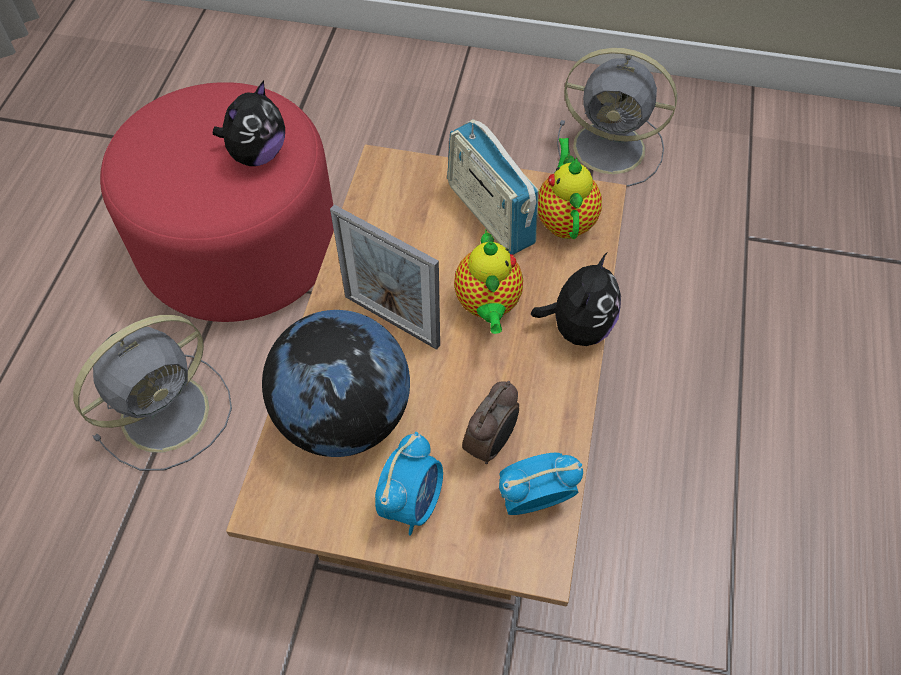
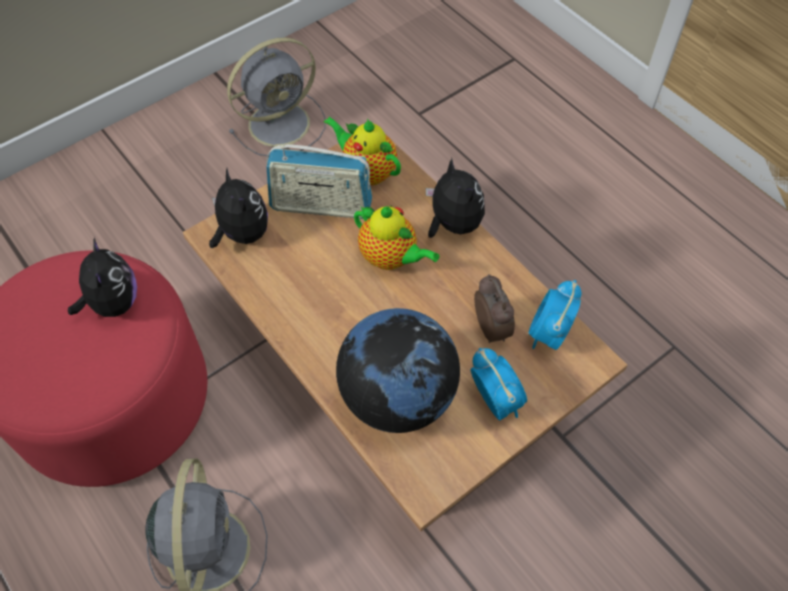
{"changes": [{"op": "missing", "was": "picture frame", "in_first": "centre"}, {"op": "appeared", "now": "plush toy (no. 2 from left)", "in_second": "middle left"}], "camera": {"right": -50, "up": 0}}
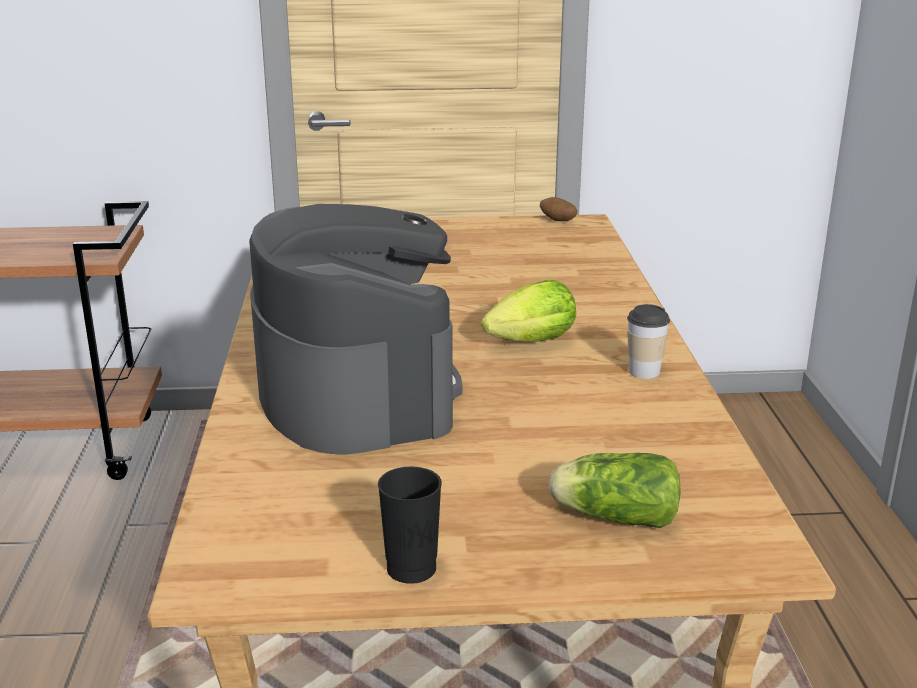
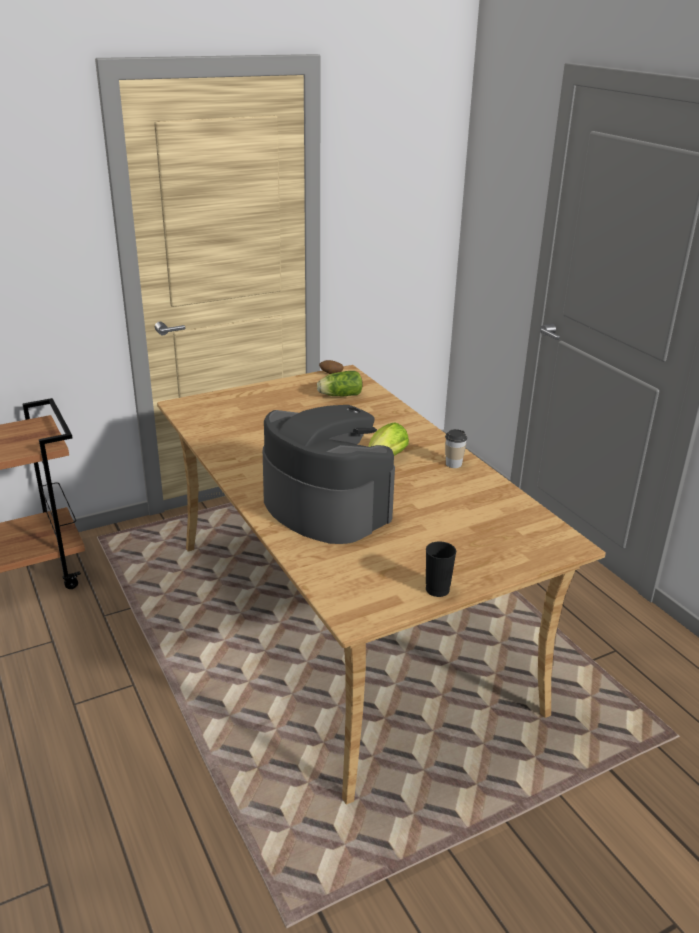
{"changes": [{"op": "relocated", "was": "lettuce (no. 2 from left in the first image)", "now": "lettuce (no. 1 from left)", "in_first": "bottom right", "in_second": "centre"}], "camera": {"right": -25, "up": 5}}
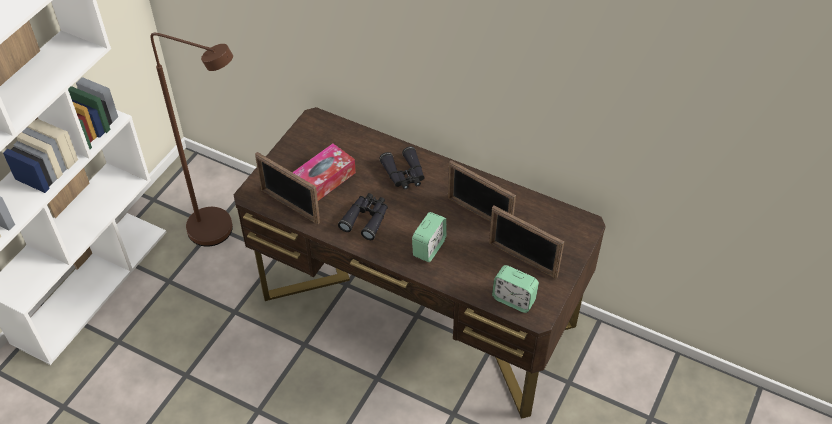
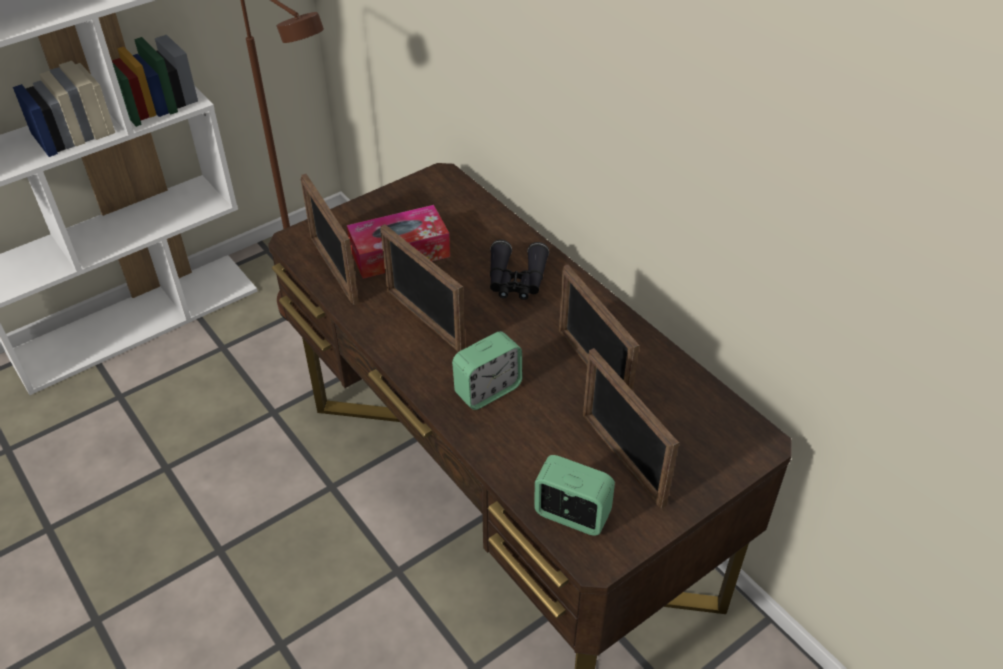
{"changes": [{"op": "exchanged", "was": "black binoculars (no. 1 from left)", "now": "picture frame (no. 2 from left)", "in_first": "centre", "in_second": "centre"}, {"op": "spun", "was": "alarm clock (no. 2 from left)", "in_first": "bottom centre", "in_second": "bottom centre", "clockwise": 150}], "camera": {"right": 25, "up": -5}}
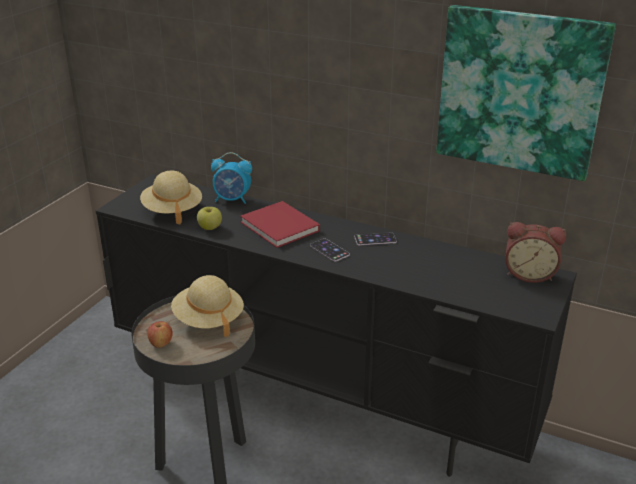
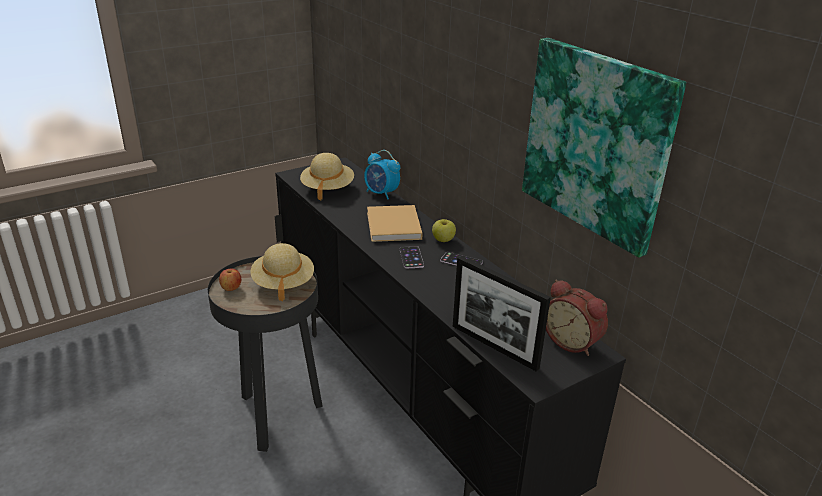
{"changes": [{"op": "colour", "was": "red book", "now": "beige book", "in_first": "centre", "in_second": "centre"}, {"op": "relocated", "was": "apple (no. 2 from left)", "in_first": "middle left", "in_second": "centre"}, {"op": "appeared", "now": "picture frame", "in_second": "centre"}], "camera": {"right": 30, "up": 0}}
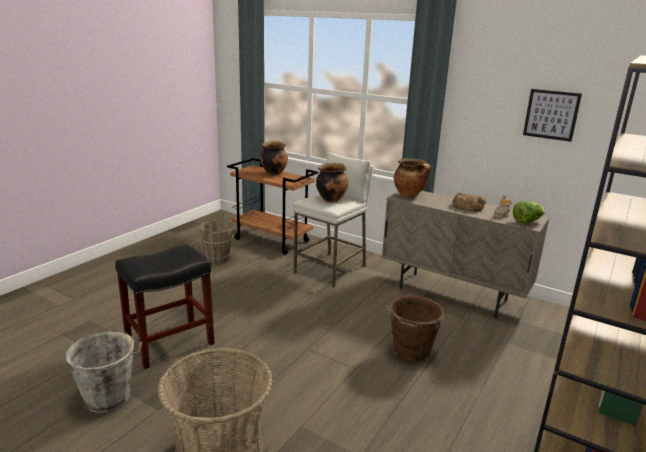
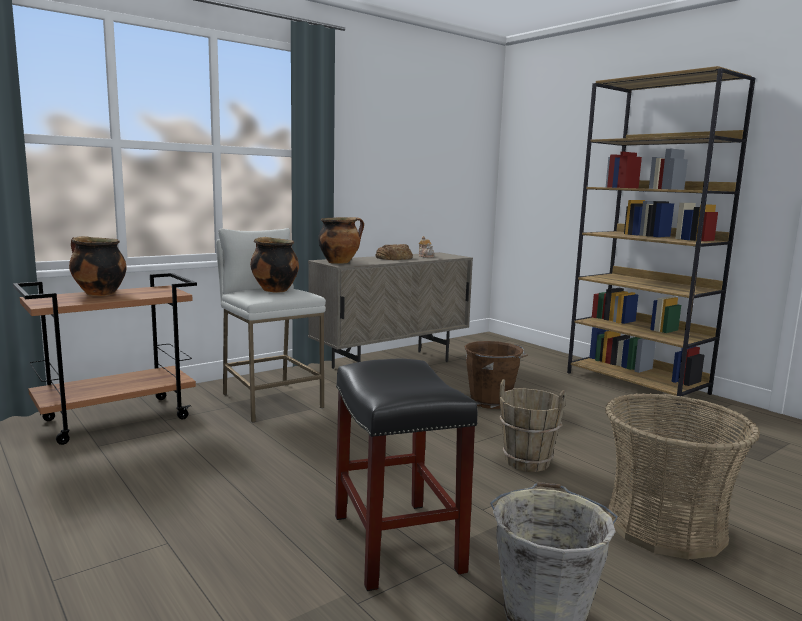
{"changes": [{"op": "missing", "was": "picture", "in_first": "top right"}, {"op": "missing", "was": "lettuce", "in_first": "middle right"}, {"op": "relocated", "was": "brown bucket (no. 1 from left in the first image)", "now": "brown bucket (no. 2 from left)", "in_first": "centre", "in_second": "bottom centre"}], "camera": {"right": -70, "up": -10}}
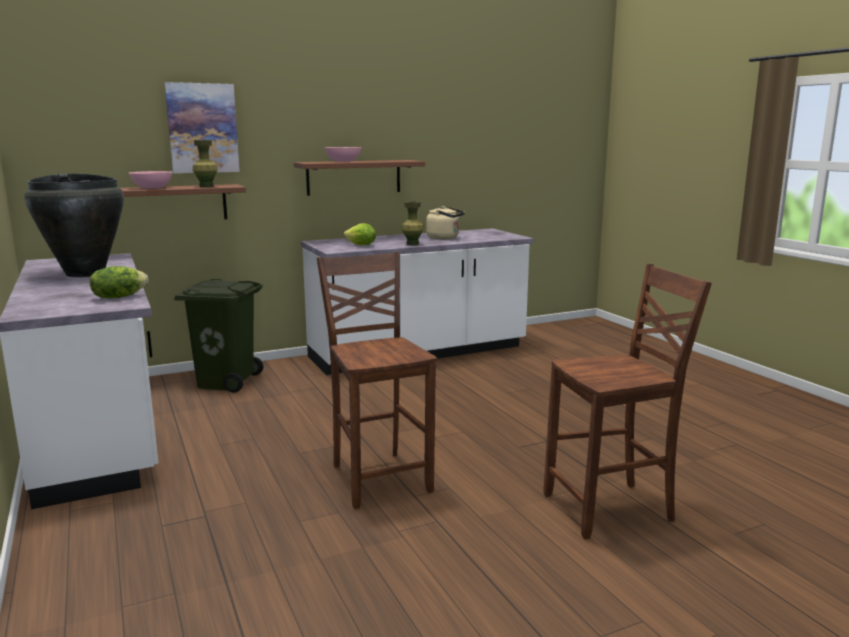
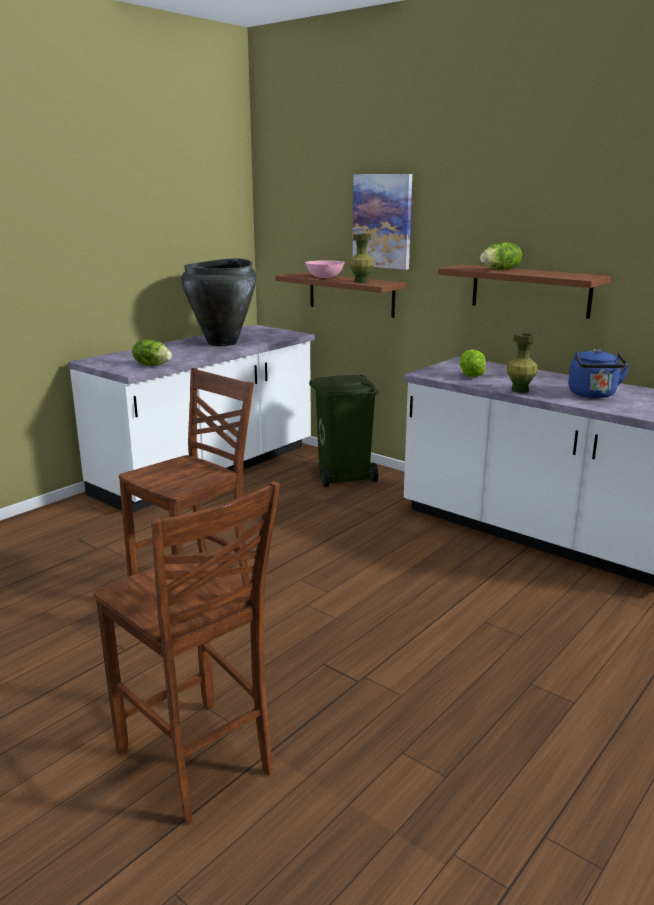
{"changes": [{"op": "exchanged", "was": "pink bowl (no. 2 from left)", "now": "lettuce (no. 3 from left)", "in_first": "top centre", "in_second": "top right"}, {"op": "colour", "was": "beige kettle", "now": "blue kettle", "in_first": "centre", "in_second": "middle right"}], "camera": {"right": 65, "up": 5}}
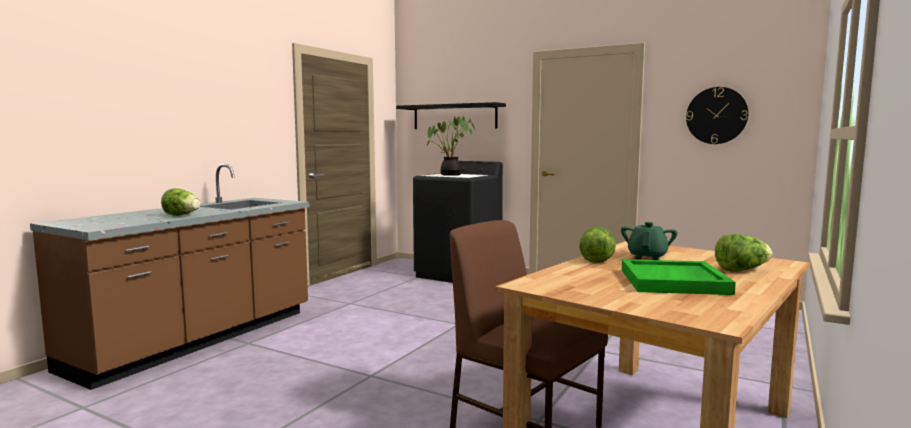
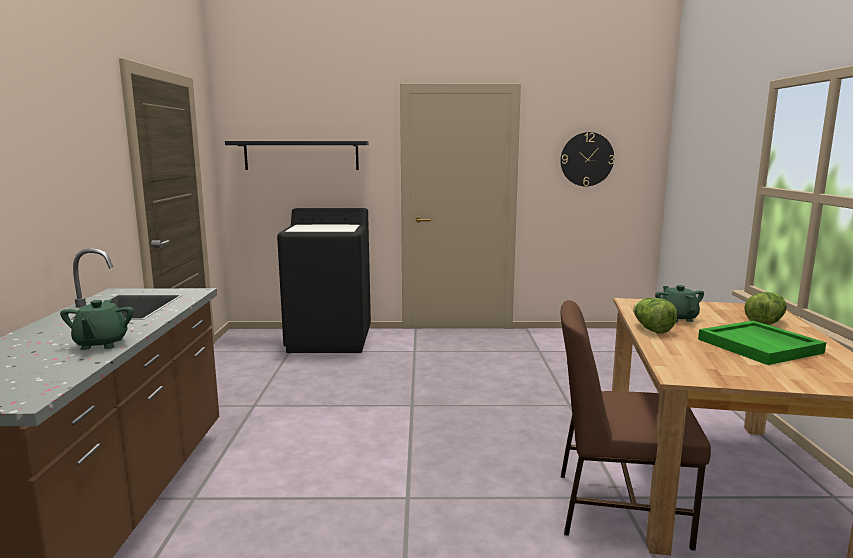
{"changes": [{"op": "missing", "was": "potted plant", "in_first": "centre"}, {"op": "exchanged", "was": "lettuce (no. 1 from left)", "now": "green teapot (no. 1 from left)", "in_first": "middle left", "in_second": "middle left"}], "camera": {"right": -30, "up": 5}}
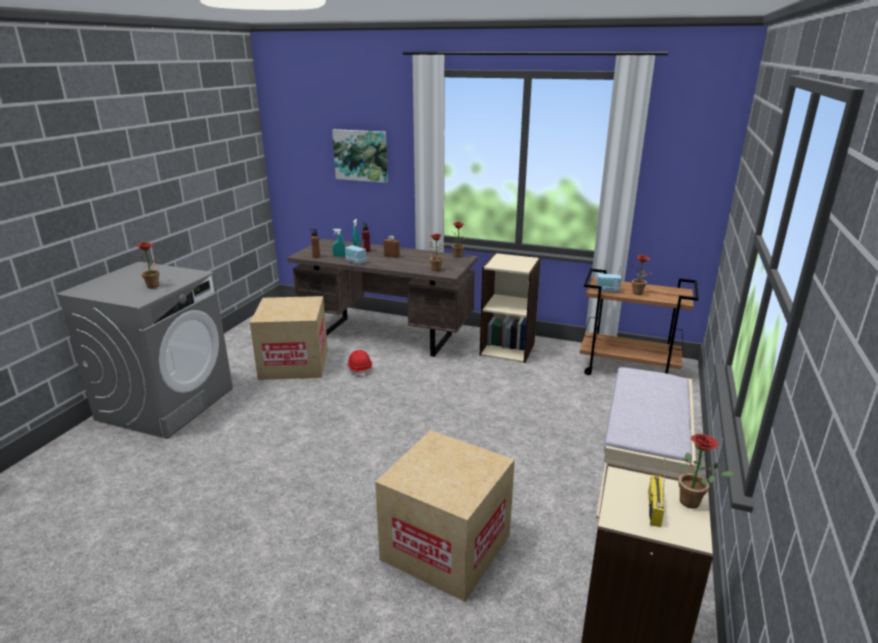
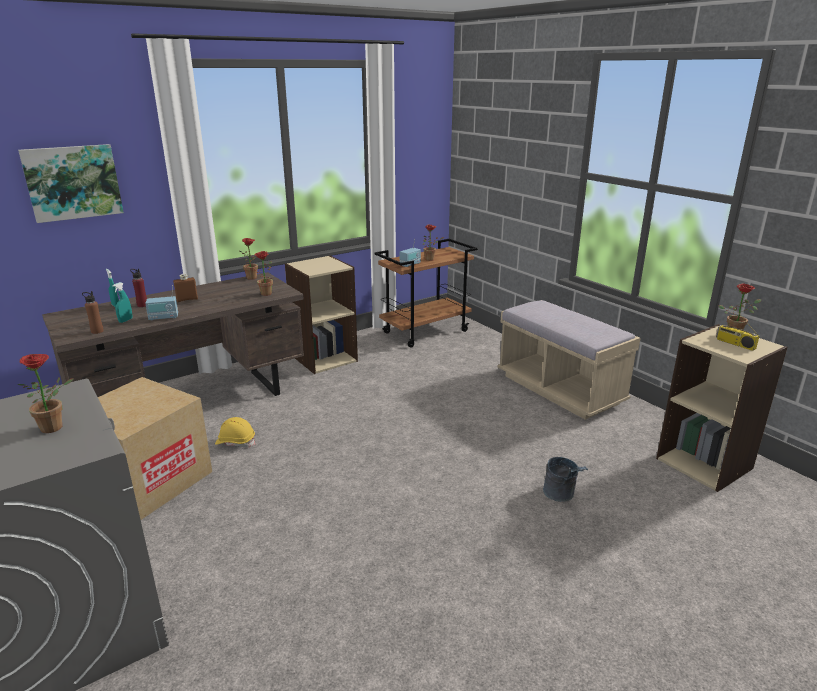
{"changes": [{"op": "colour", "was": "red hard hat", "now": "yellow hard hat", "in_first": "centre", "in_second": "middle left"}, {"op": "exchanged", "was": "cardboard box (no. 2 from left)", "now": "grey bucket", "in_first": "bottom centre", "in_second": "bottom right"}], "camera": {"right": -55, "up": 0}}
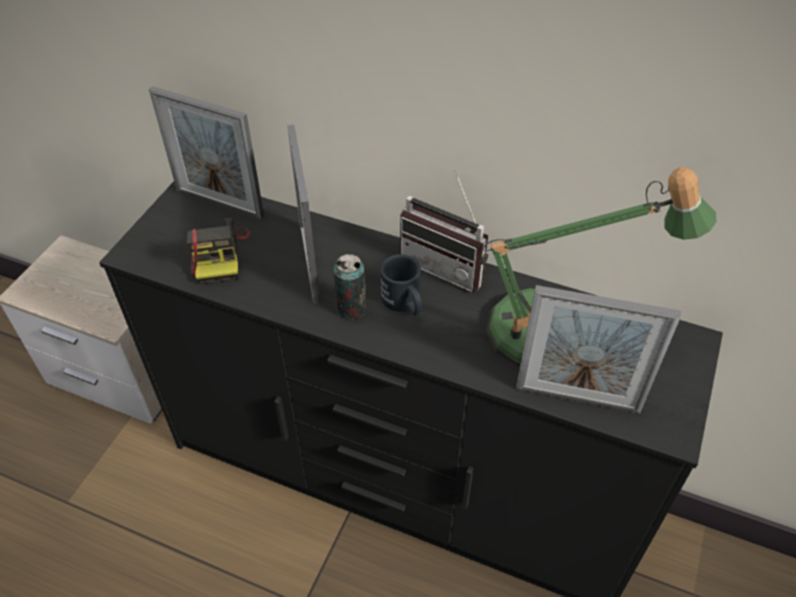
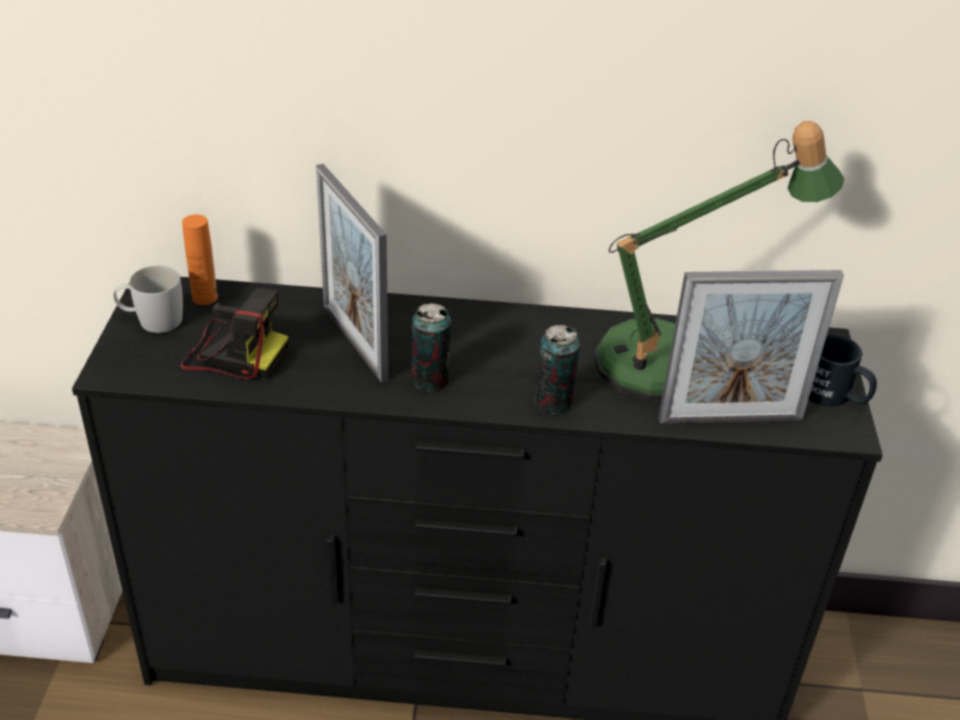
{"changes": [{"op": "exchanged", "was": "picture frame (no. 1 from left)", "now": "orange bottle", "in_first": "top left", "in_second": "middle left"}, {"op": "missing", "was": "radio", "in_first": "centre"}, {"op": "spun", "was": "photo camera", "in_first": "middle left", "in_second": "middle left", "clockwise": -45}, {"op": "relocated", "was": "black mug", "in_first": "centre", "in_second": "middle right"}, {"op": "appeared", "now": "white mug", "in_second": "middle left"}, {"op": "appeared", "now": "can (no. 2 from left)", "in_second": "centre"}], "camera": {"right": -20, "up": -10}}
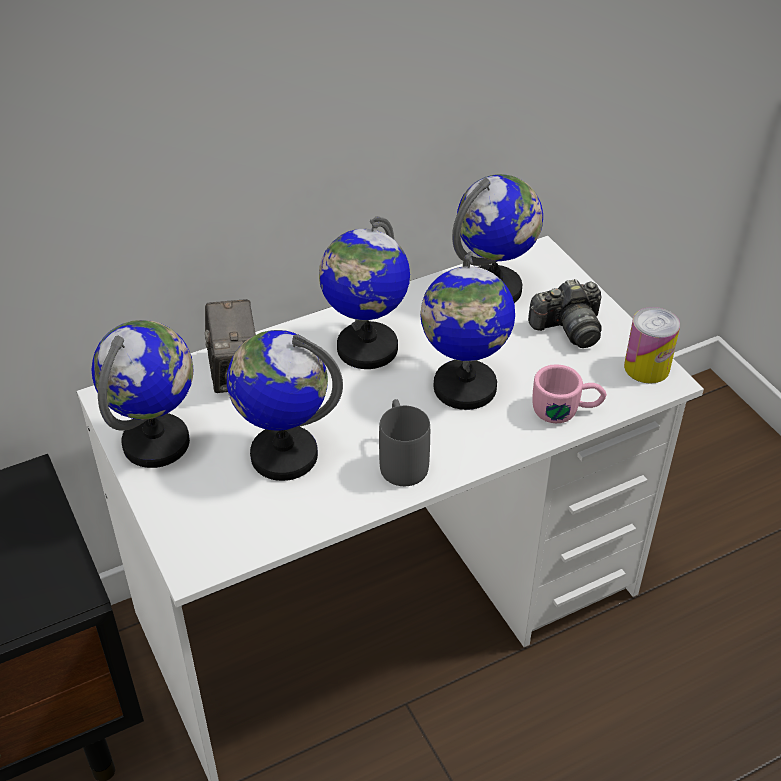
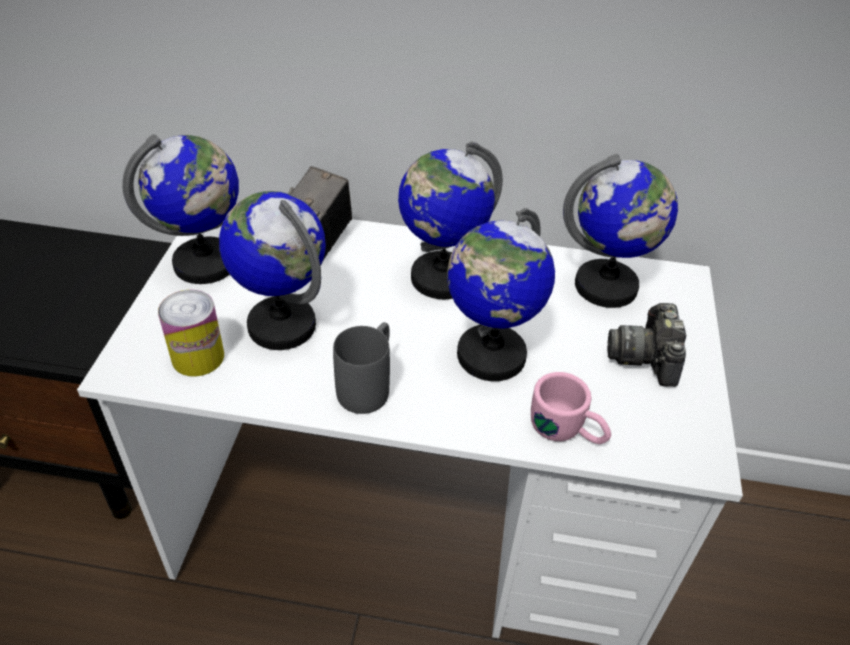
{"changes": [{"op": "spun", "was": "photo camera (no. 2 from left)", "in_first": "middle right", "in_second": "middle right", "clockwise": 75}, {"op": "relocated", "was": "can", "in_first": "middle right", "in_second": "middle left"}], "camera": {"right": 35, "up": 0}}
